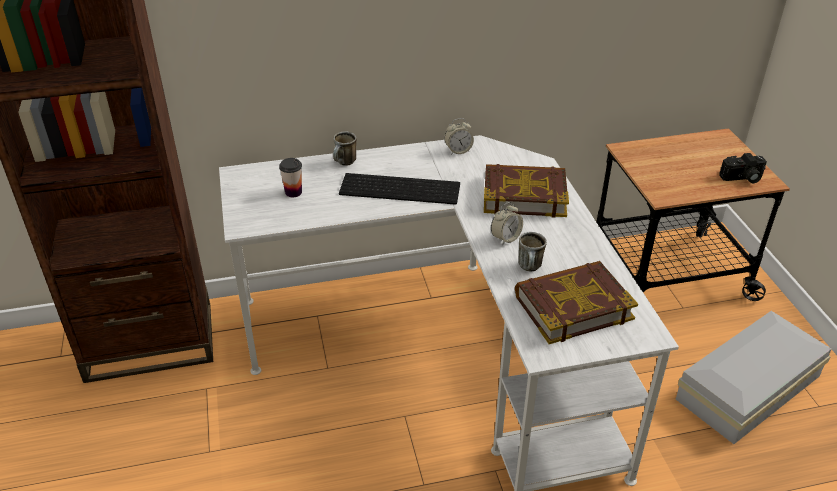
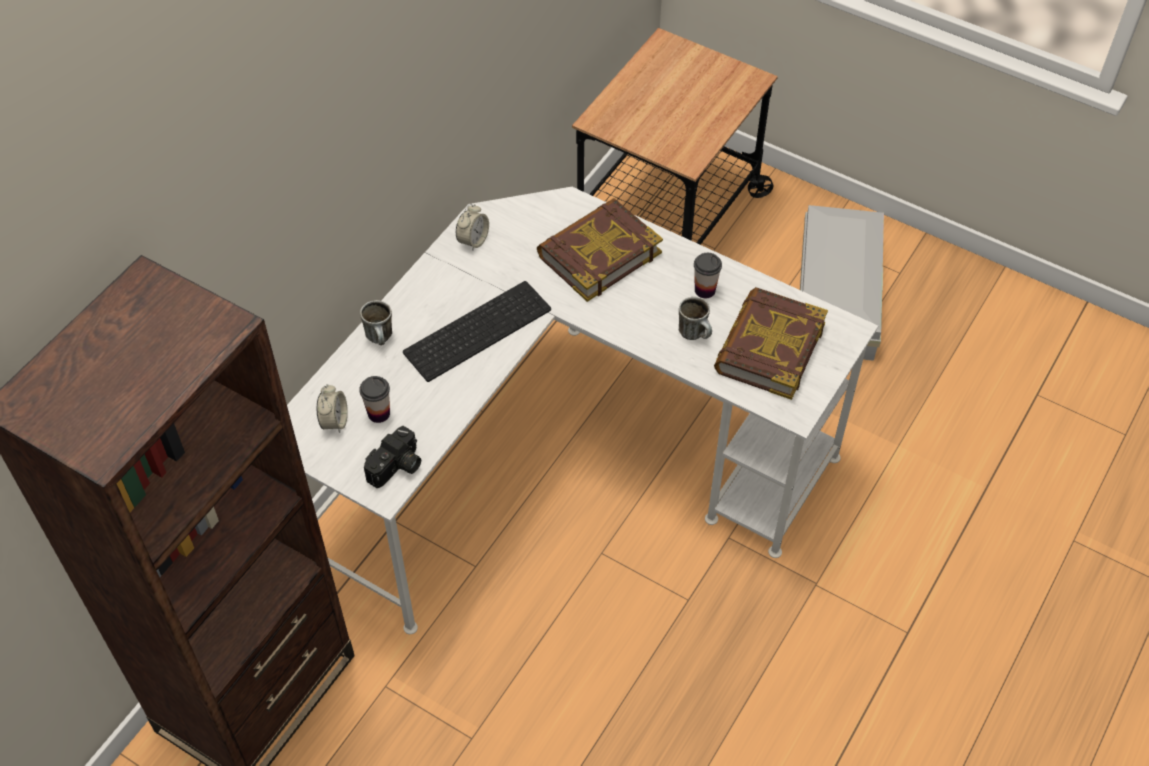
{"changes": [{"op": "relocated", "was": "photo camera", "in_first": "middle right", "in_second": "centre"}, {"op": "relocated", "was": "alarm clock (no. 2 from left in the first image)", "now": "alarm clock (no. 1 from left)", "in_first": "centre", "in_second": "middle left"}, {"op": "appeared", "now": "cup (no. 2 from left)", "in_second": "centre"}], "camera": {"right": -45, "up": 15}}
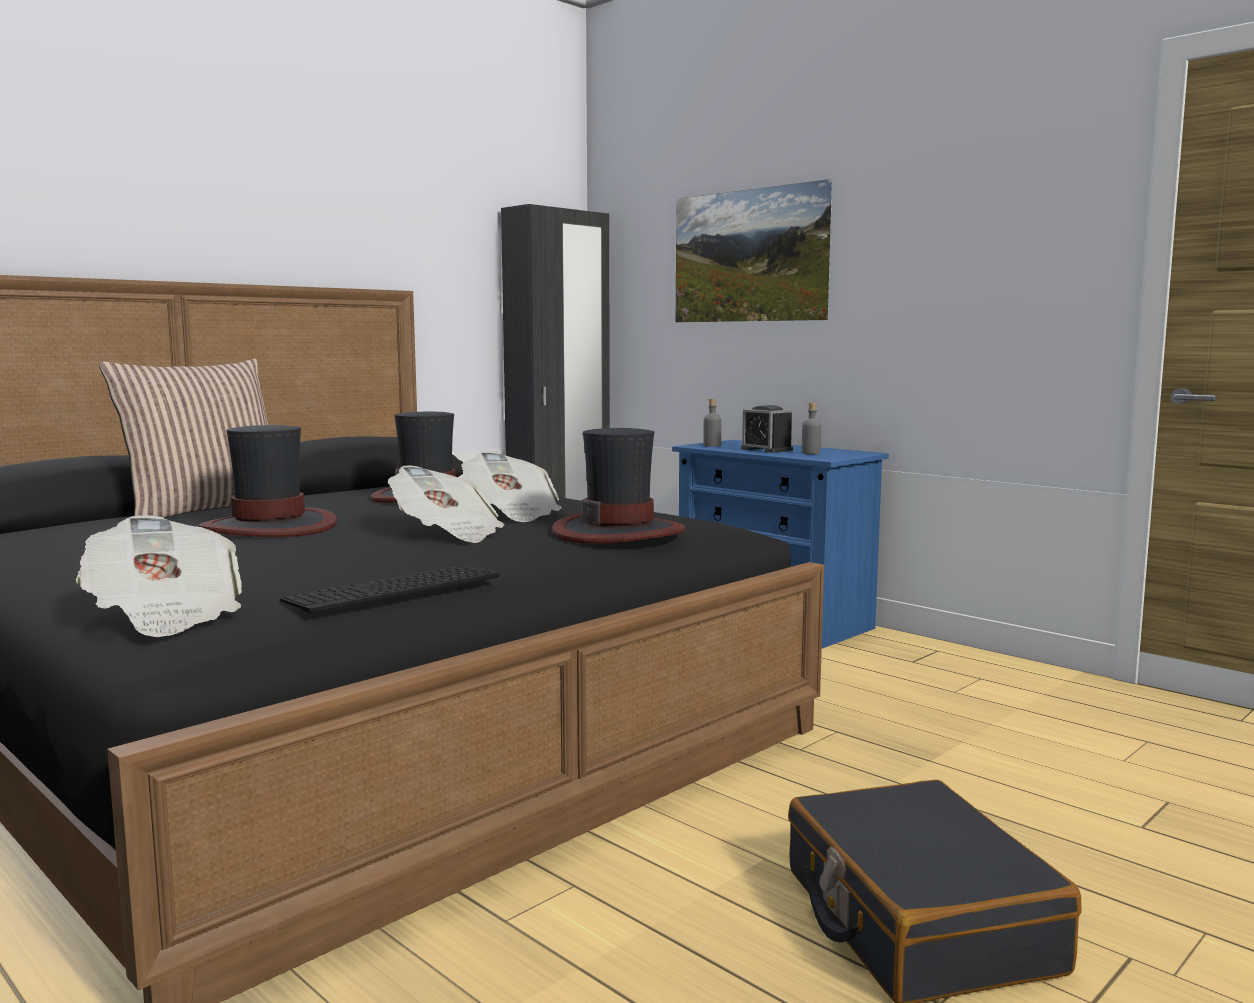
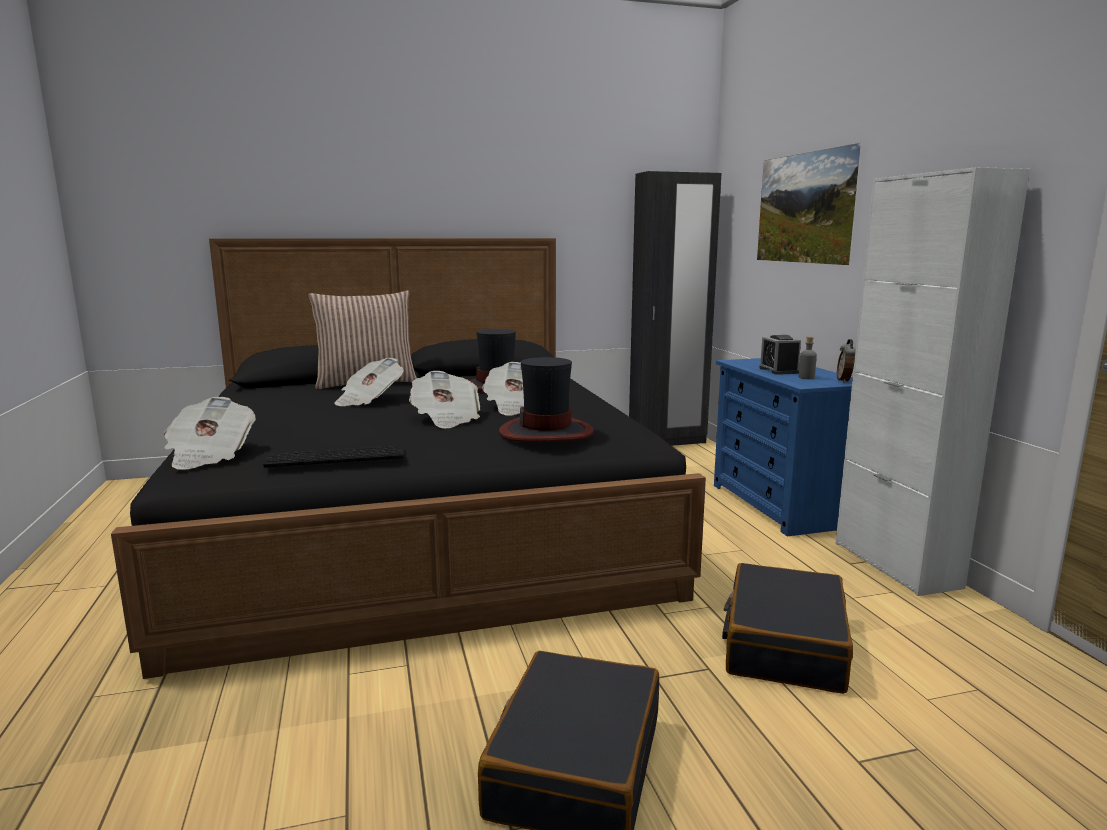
{"changes": [{"op": "missing", "was": "grey bottle (no. 1 from left)", "in_first": "centre"}, {"op": "exchanged", "was": "hat (no. 1 from left)", "now": "newspaper (no. 2 from left)", "in_first": "middle left", "in_second": "centre"}, {"op": "appeared", "now": "white cabinet", "in_second": "middle right"}, {"op": "appeared", "now": "alarm clock (no. 2 from left)", "in_second": "middle right"}, {"op": "appeared", "now": "black suitcase (no. 2 from left)", "in_second": "bottom right"}], "camera": {"right": 30, "up": 5}}
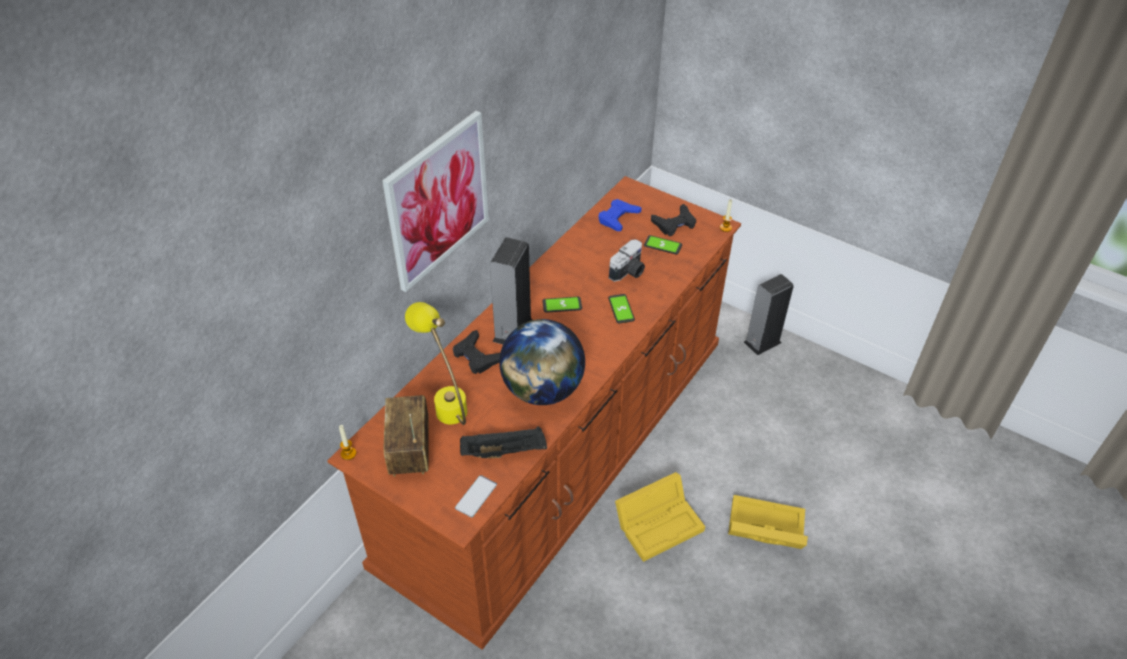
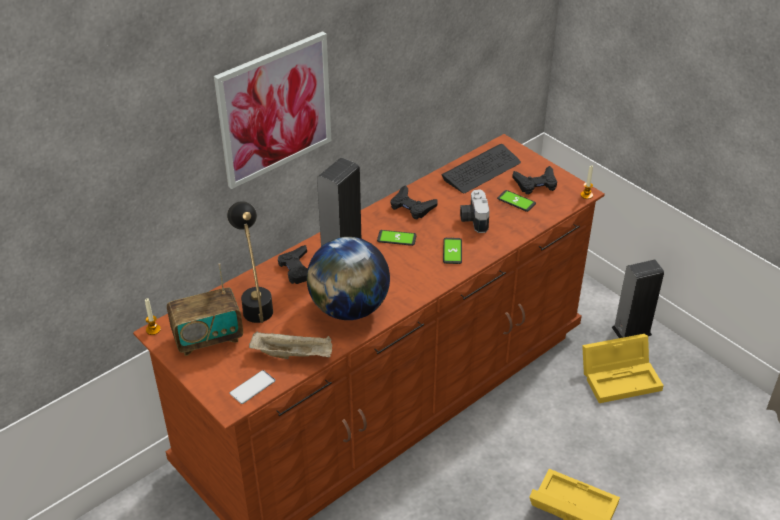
{"changes": [{"op": "exchanged", "was": "blue game controller", "now": "keyboard", "in_first": "top centre", "in_second": "top centre"}, {"op": "spun", "was": "photo camera", "in_first": "centre", "in_second": "centre", "clockwise": 120}, {"op": "colour", "was": "yellow table lamp", "now": "black table lamp", "in_first": "centre", "in_second": "middle left"}, {"op": "spun", "was": "radio", "in_first": "centre", "in_second": "middle left", "clockwise": -120}, {"op": "colour", "was": "black tray", "now": "beige tray", "in_first": "bottom centre", "in_second": "centre"}, {"op": "relocated", "was": "yellow storage box (no. 1 from left in the first image)", "now": "yellow storage box (no. 2 from left)", "in_first": "bottom centre", "in_second": "bottom right"}, {"op": "appeared", "now": "black game controller (no. 2 from left)", "in_second": "centre"}], "camera": {"right": 15, "up": -5}}
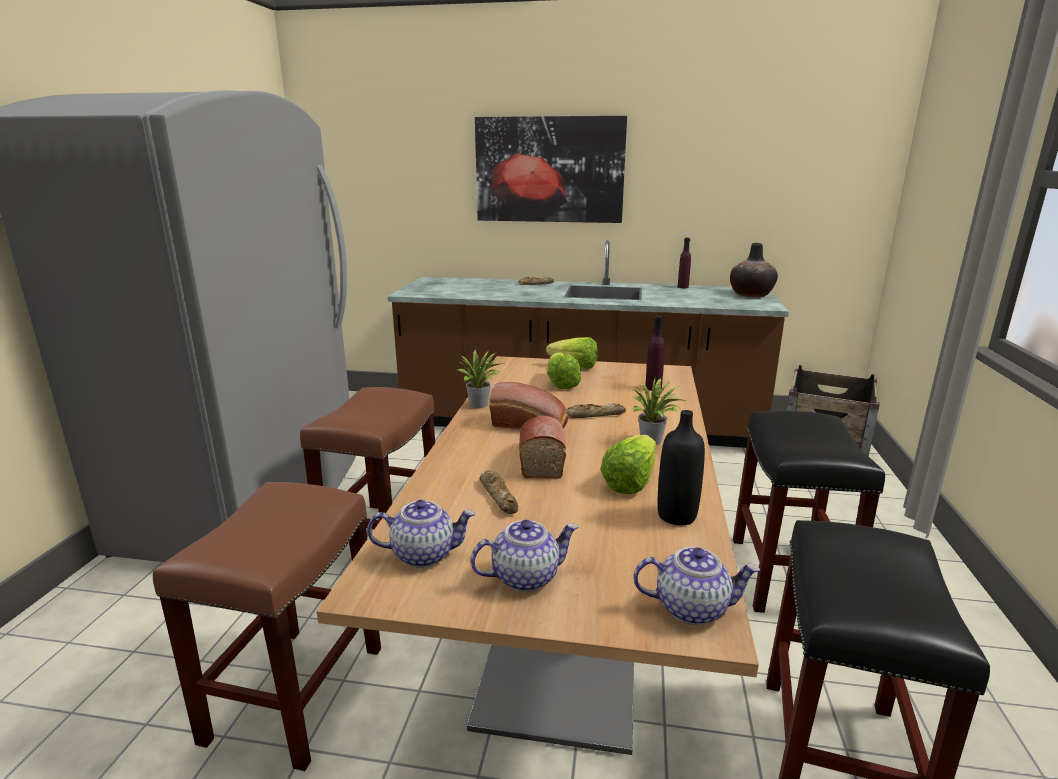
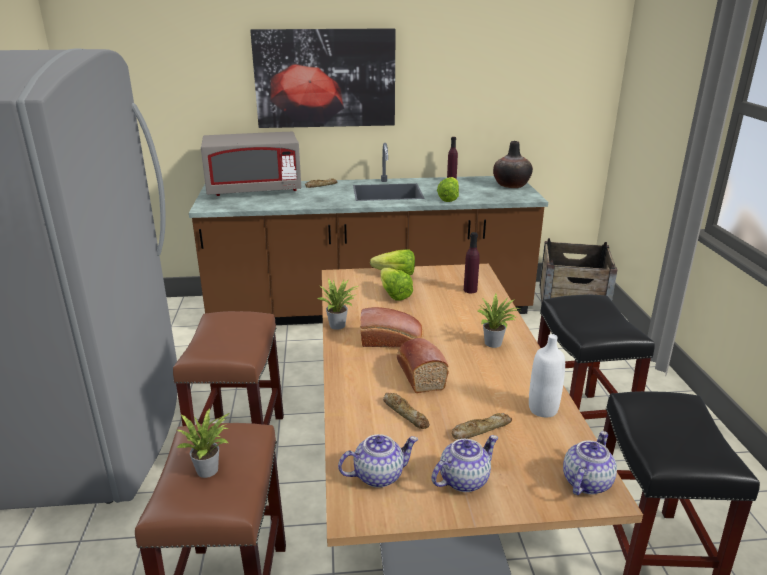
{"changes": [{"op": "relocated", "was": "bread (no. 5 from left)", "in_first": "centre", "in_second": "bottom centre"}, {"op": "colour", "was": "black bottle", "now": "white bottle", "in_first": "centre", "in_second": "middle right"}, {"op": "relocated", "was": "lettuce (no. 3 from left)", "in_first": "centre", "in_second": "top centre"}, {"op": "spun", "was": "teapot (no. 3 from left)", "in_first": "bottom centre", "in_second": "bottom right", "clockwise": -45}, {"op": "appeared", "now": "grey microwave", "in_second": "top left"}, {"op": "appeared", "now": "potted plant (no. 1 from left)", "in_second": "bottom left"}], "camera": {"right": -15, "up": 5}}
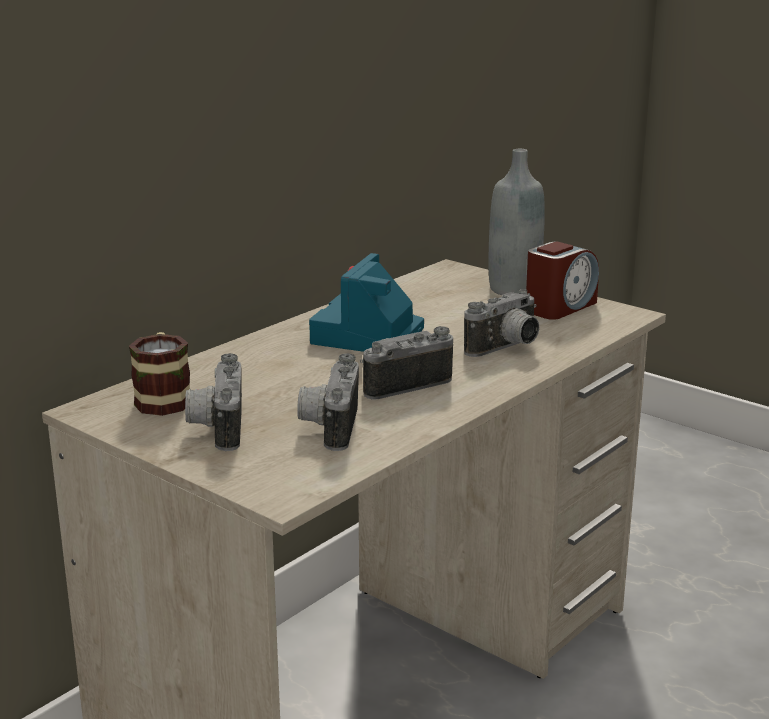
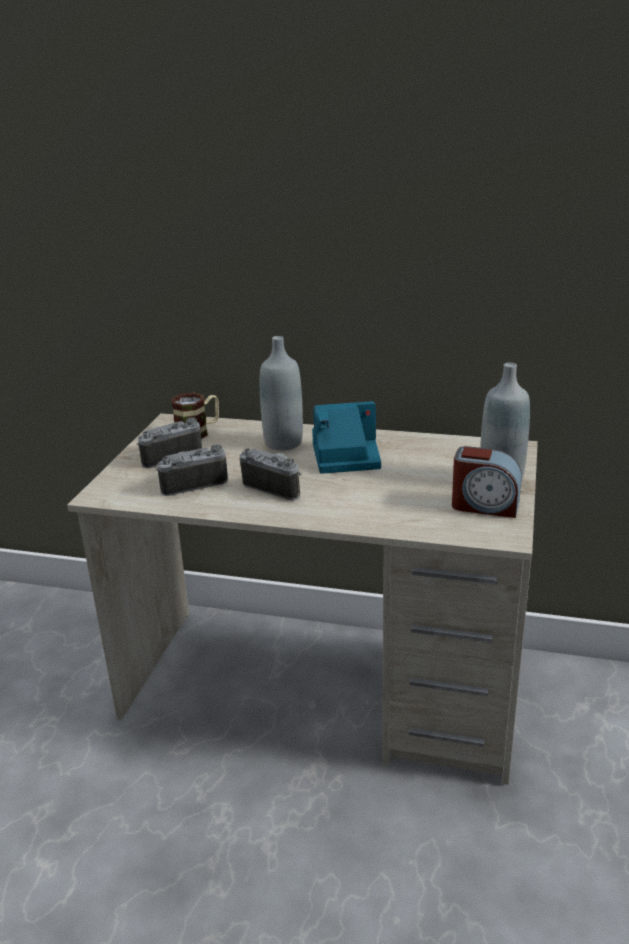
{"changes": [{"op": "missing", "was": "photo camera (no. 5 from left)", "in_first": "centre"}, {"op": "appeared", "now": "grey bottle (no. 1 from left)", "in_second": "centre"}], "camera": {"right": 65, "up": 5}}
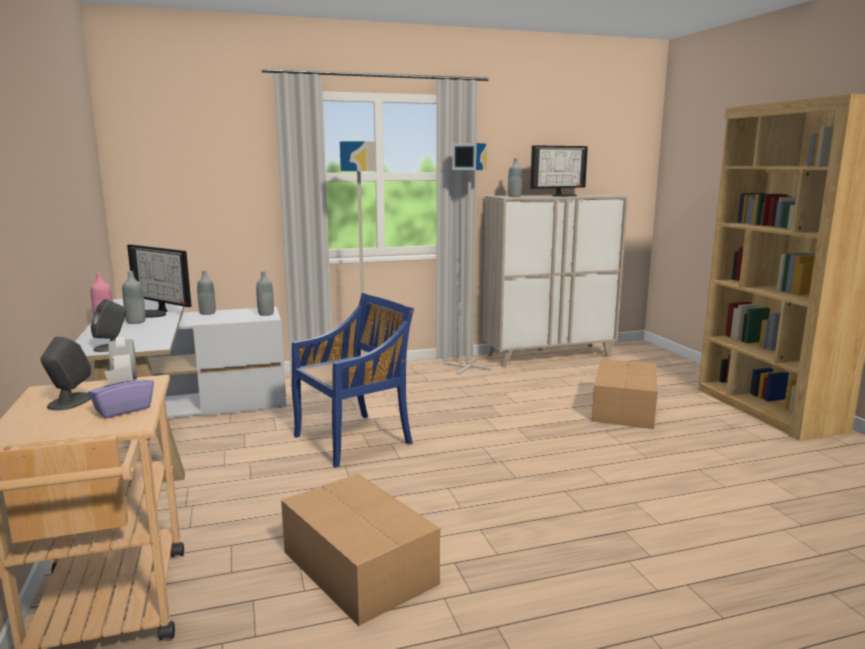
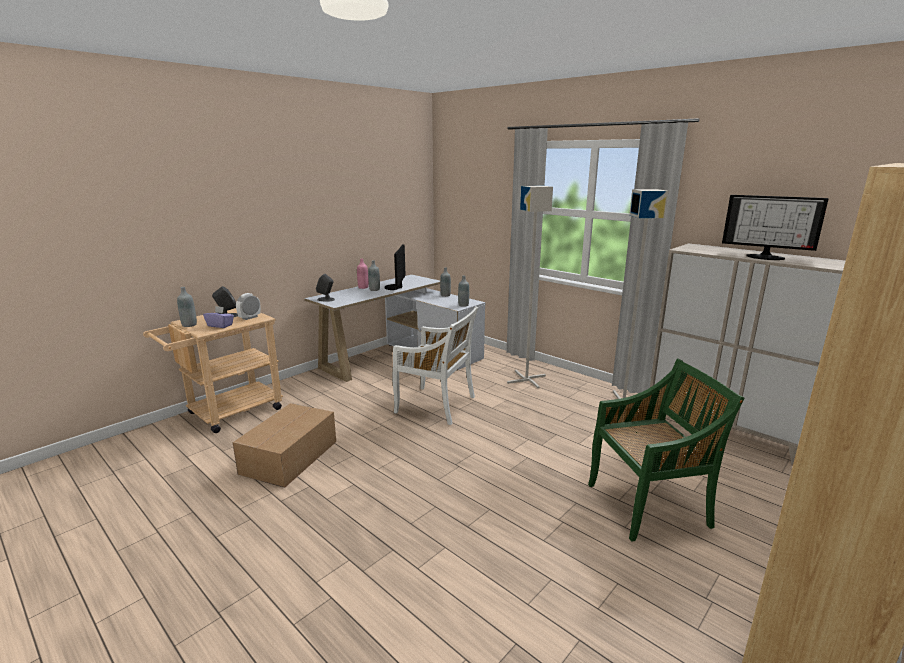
{"changes": [{"op": "relocated", "was": "grey bottle (no. 4 from left in the first image)", "now": "grey bottle (no. 1 from left)", "in_first": "top centre", "in_second": "middle left"}, {"op": "colour", "was": "blue chair", "now": "white chair", "in_first": "centre", "in_second": "centre"}, {"op": "exchanged", "was": "cardboard box (no. 2 from left)", "now": "green chair", "in_first": "middle right", "in_second": "bottom right"}], "camera": {"right": 60, "up": 5}}
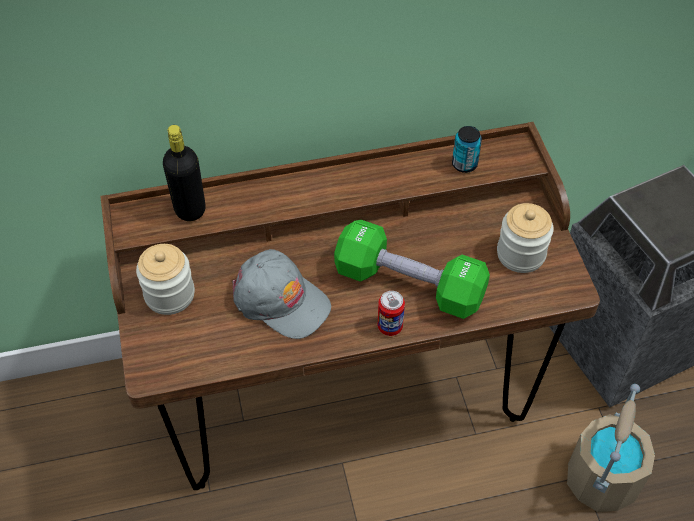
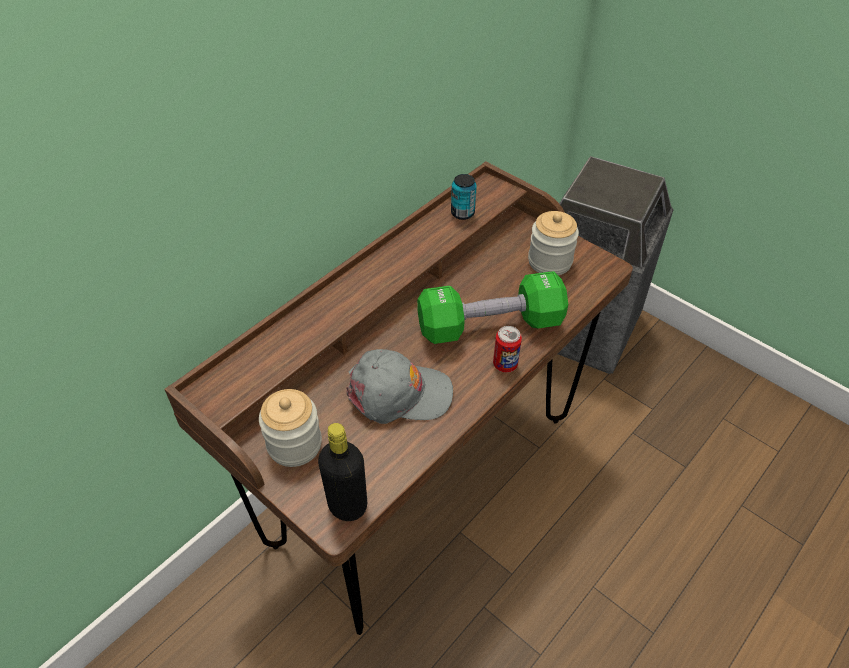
{"changes": [{"op": "relocated", "was": "black bottle", "in_first": "top left", "in_second": "bottom centre"}, {"op": "missing", "was": "beige bucket", "in_first": "bottom right"}], "camera": {"right": -35, "up": -5}}
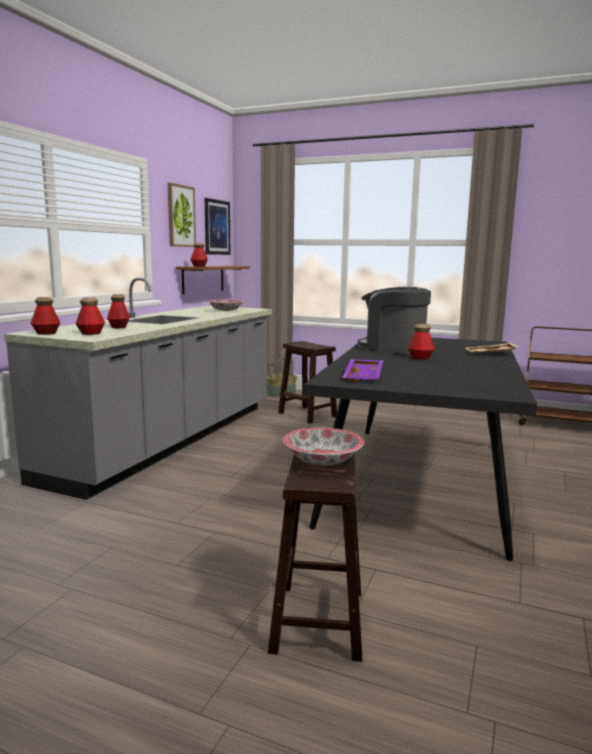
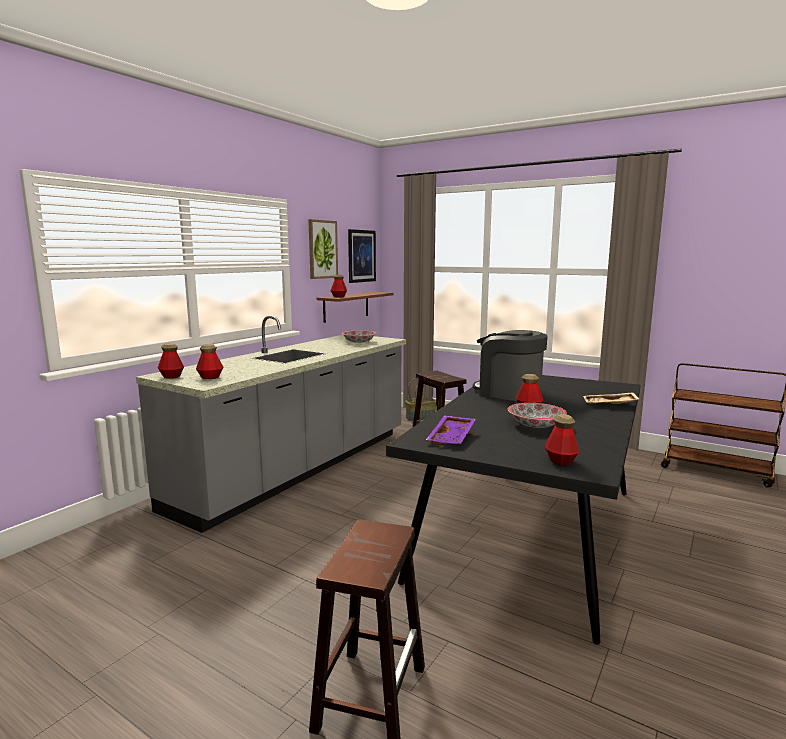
{"changes": [{"op": "relocated", "was": "bottle (no. 3 from left in the first image)", "now": "bottle (no. 5 from left)", "in_first": "middle left", "in_second": "middle right"}, {"op": "relocated", "was": "bowl (no. 2 from left)", "in_first": "centre", "in_second": "middle right"}], "camera": {"right": 10, "up": 0}}
